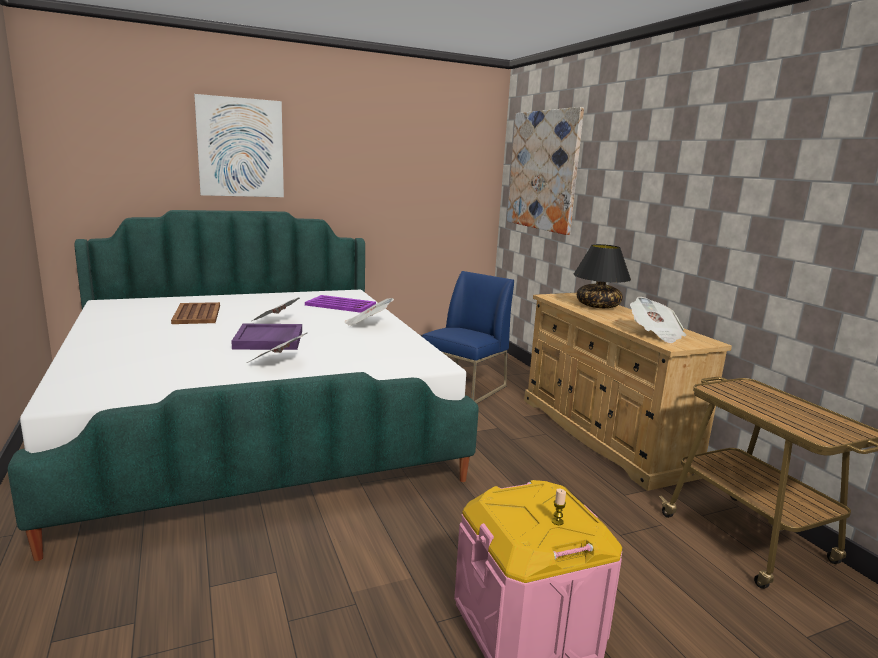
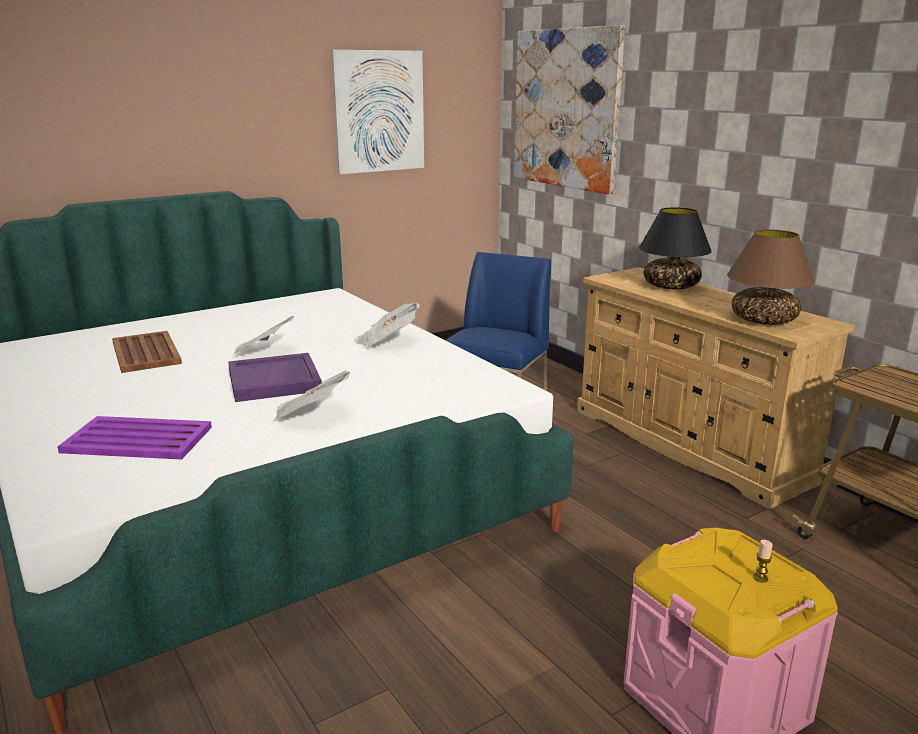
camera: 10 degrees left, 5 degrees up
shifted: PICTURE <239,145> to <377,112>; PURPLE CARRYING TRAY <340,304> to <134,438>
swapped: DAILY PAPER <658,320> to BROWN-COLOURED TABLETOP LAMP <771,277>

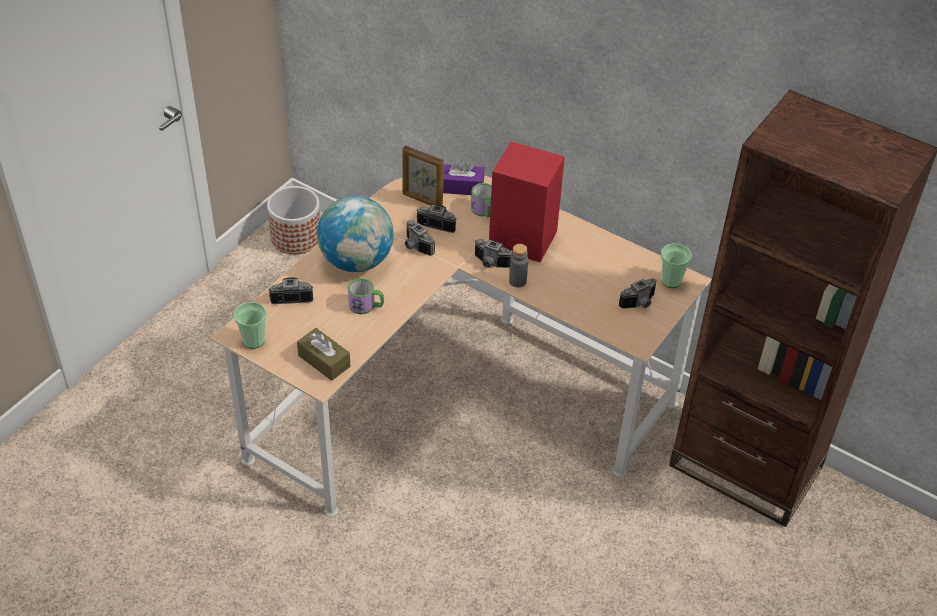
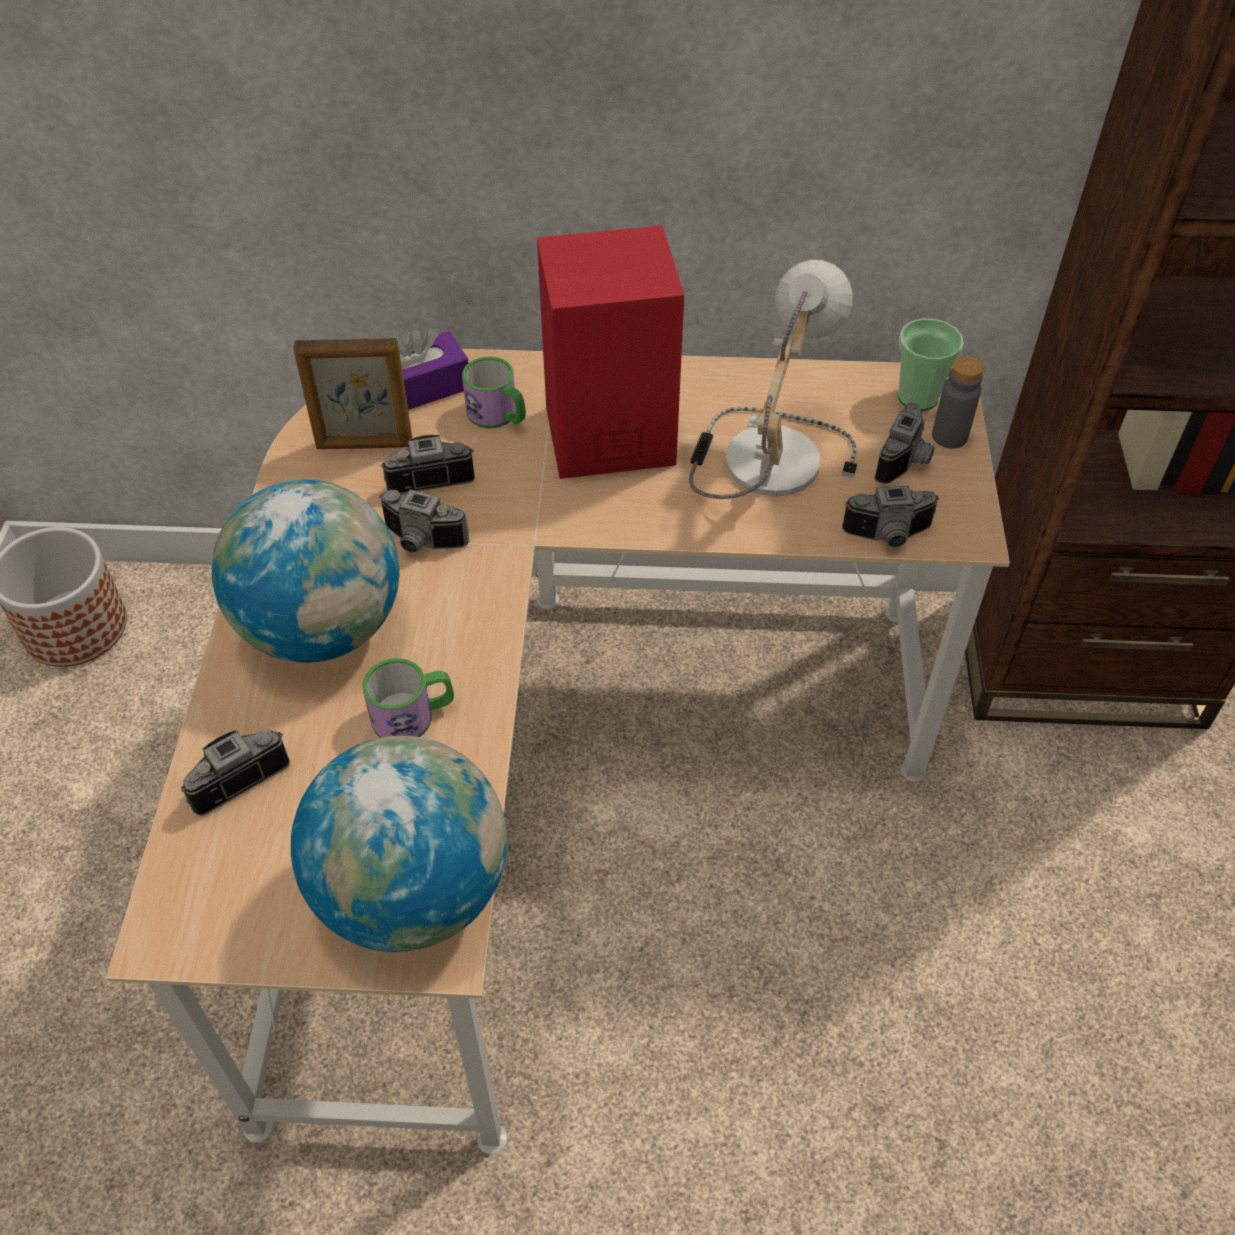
camera: 30 degrees left, 5 degrees up
gone: DRINKING CUP <250,325>
new: TABLETOP LAMP <773,379>
shifted: STILL CAMERA <493,253> to <891,516>; GREY DRINK BOTTLE <518,265> to <958,402>
swapped: BROWN-COLOURED TISSUE BOX <323,354> to WORLD GLOBE <399,844>

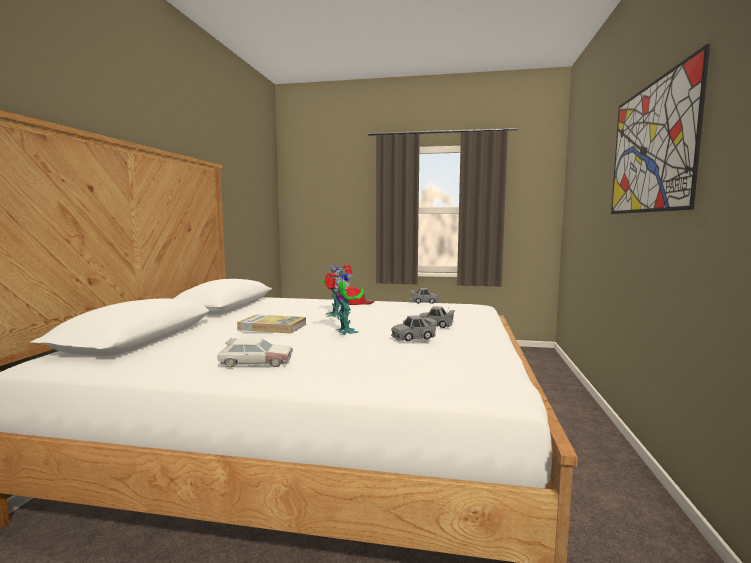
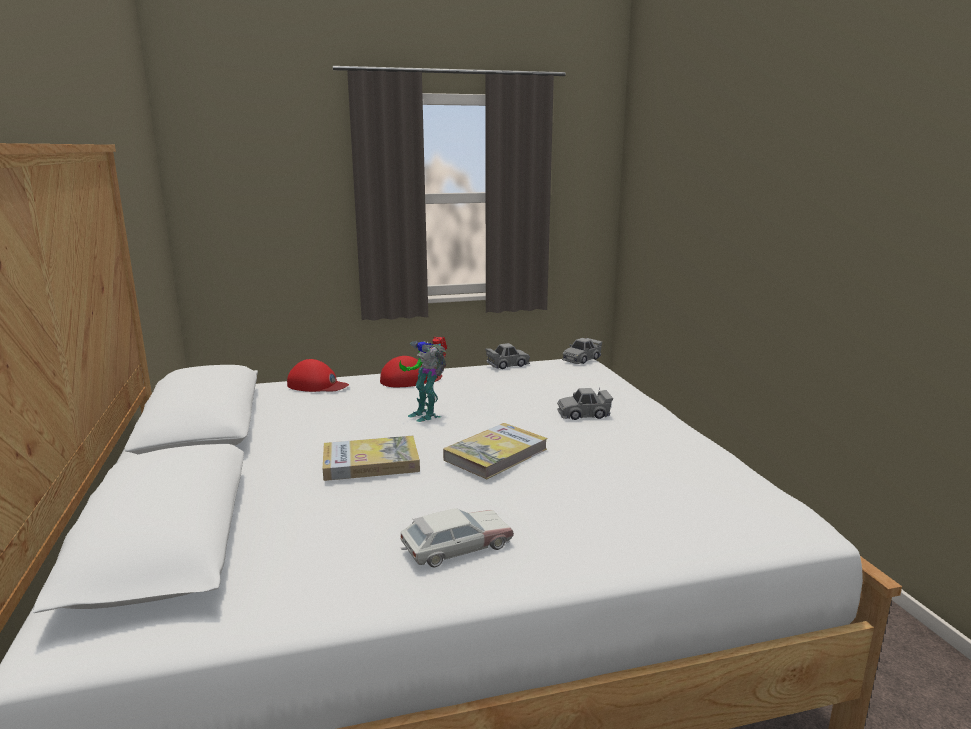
camera: 25 degrees left, 10 degrees up
gone: PICTURE <660,129>
new: REDDISH BASEBALL CAP <318,375>
shifted: GREY MINIATURE CAR <414,328> to <582,350>
swapped: MODEL ROBOT <343,303> to BOUND BOOK <495,451>

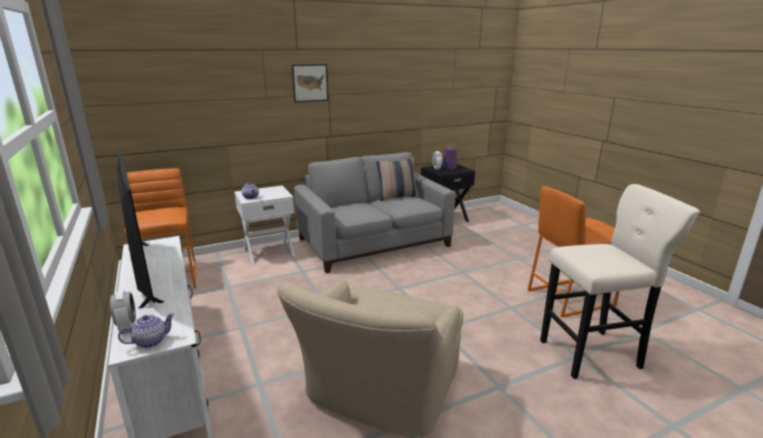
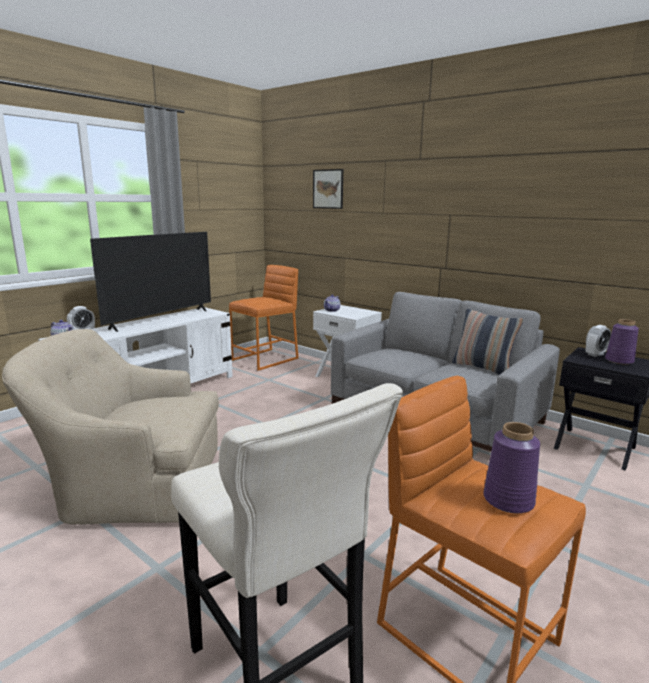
camera: 65 degrees right, 5 degrees down
new: PURPLE FLOWER VASE <511,467>
shifted: PICTURE <310,83> to <328,189>

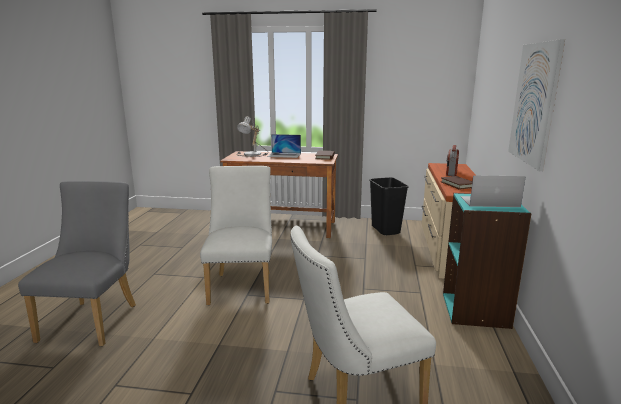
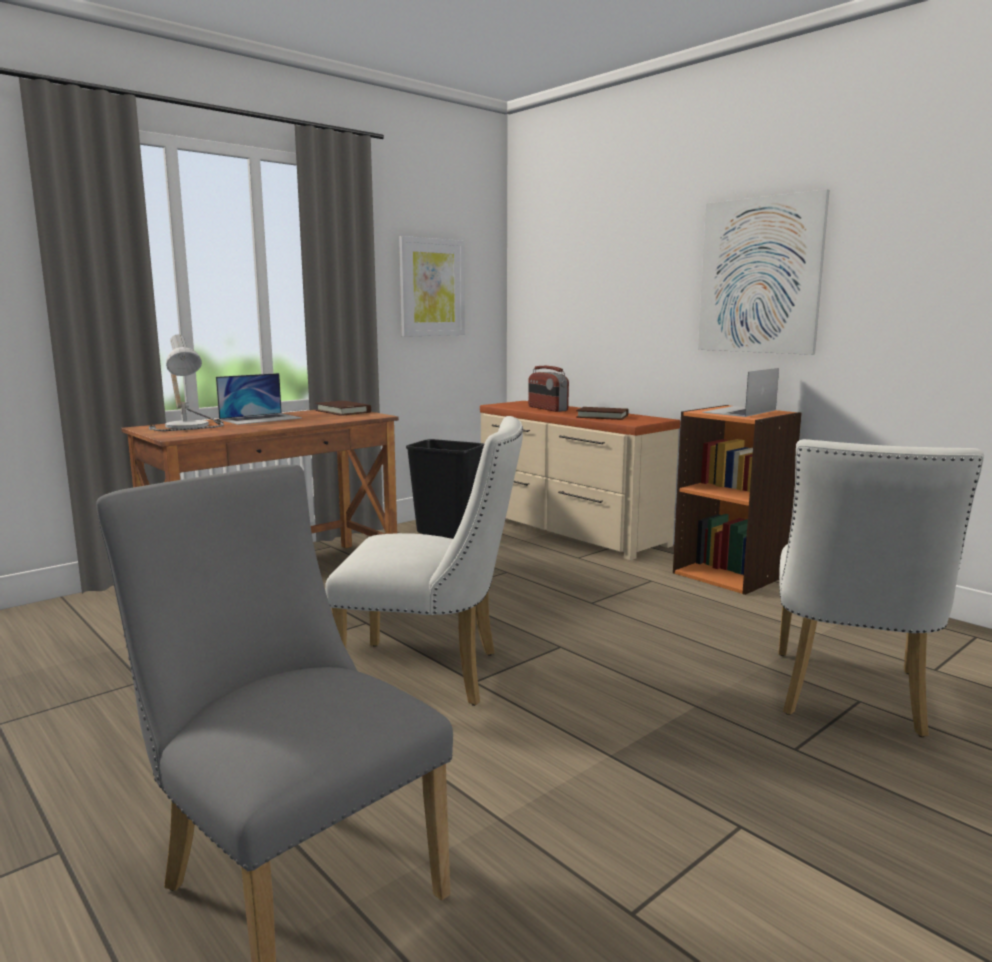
camera: 50 degrees left, 5 degrees down
new: PICTURE <432,286>
repainted: BLUE-GREEN BOOKSHELF <487,261> to ORANGE BOOKSHELF <737,500>
rotated: WHITISH PLAIN CHAIR <236,235> = <424,561> 150 degrees clockwise

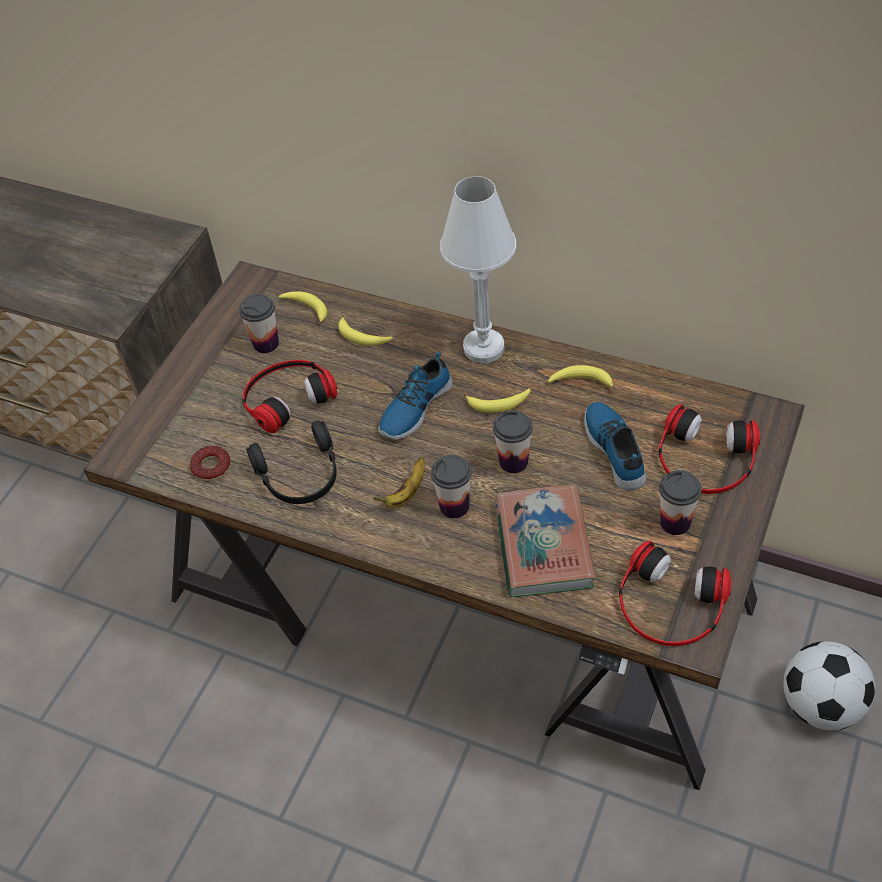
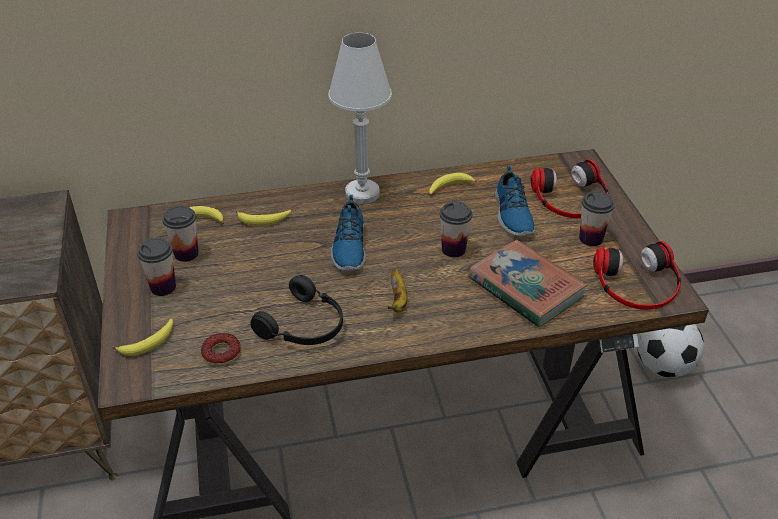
camera: 40 degrees left, 10 degrees down
gone: PAIR OF HEADPHONES <289,396>
shifted: BANANA FRUIT <497,400> to <142,337>; DRINKING CUP <451,486> to <156,267>
rotated: LOW SHOE <615,446> = <515,201> 135 degrees counterclockwise

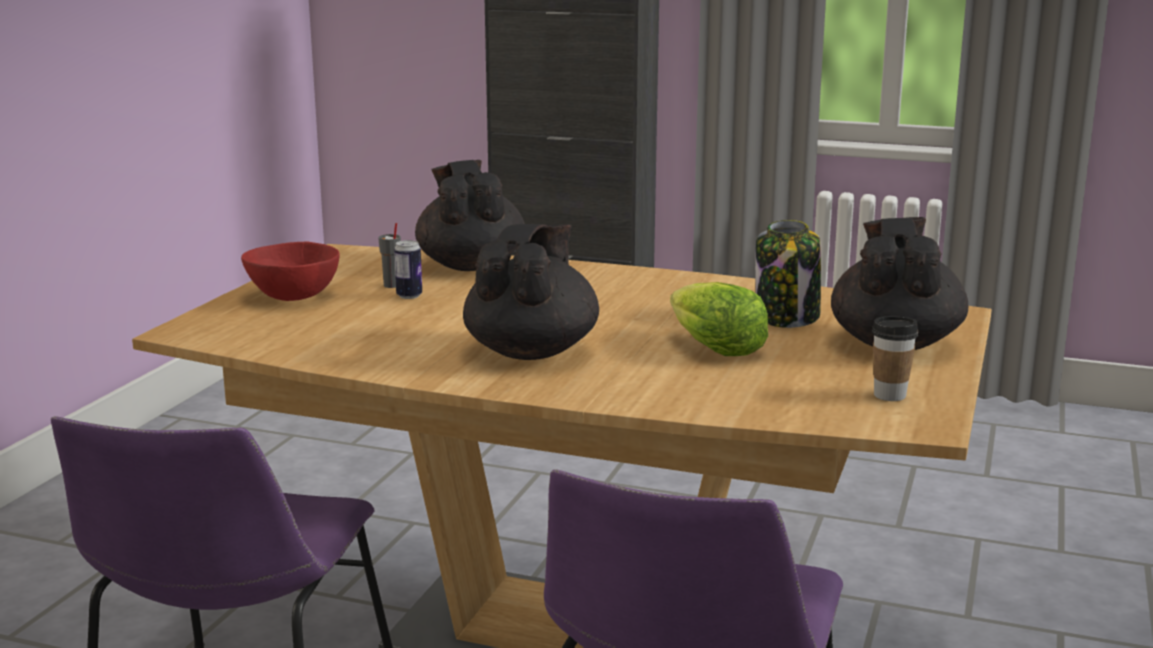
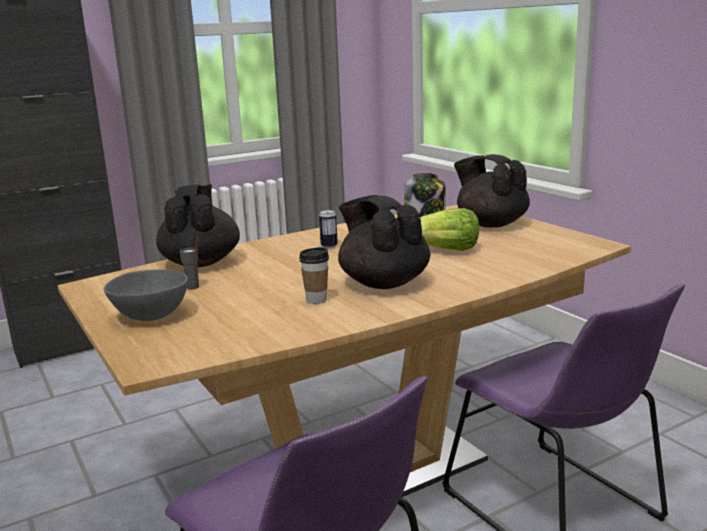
camera: 50 degrees left, 0 degrees up
shifted: METAL CAN <408,269> to <328,229>; DRINKING CUP <895,358> to <314,275>
repainted: REDDISH DEEP DISH <290,271> to GREY DEEP DISH <146,295>
rotated: BLACK TEAPOT <470,215> = <198,225> 60 degrees clockwise

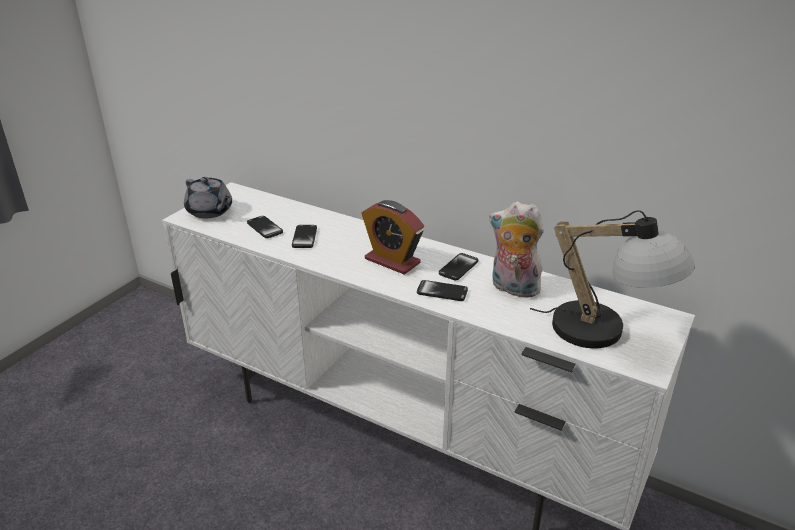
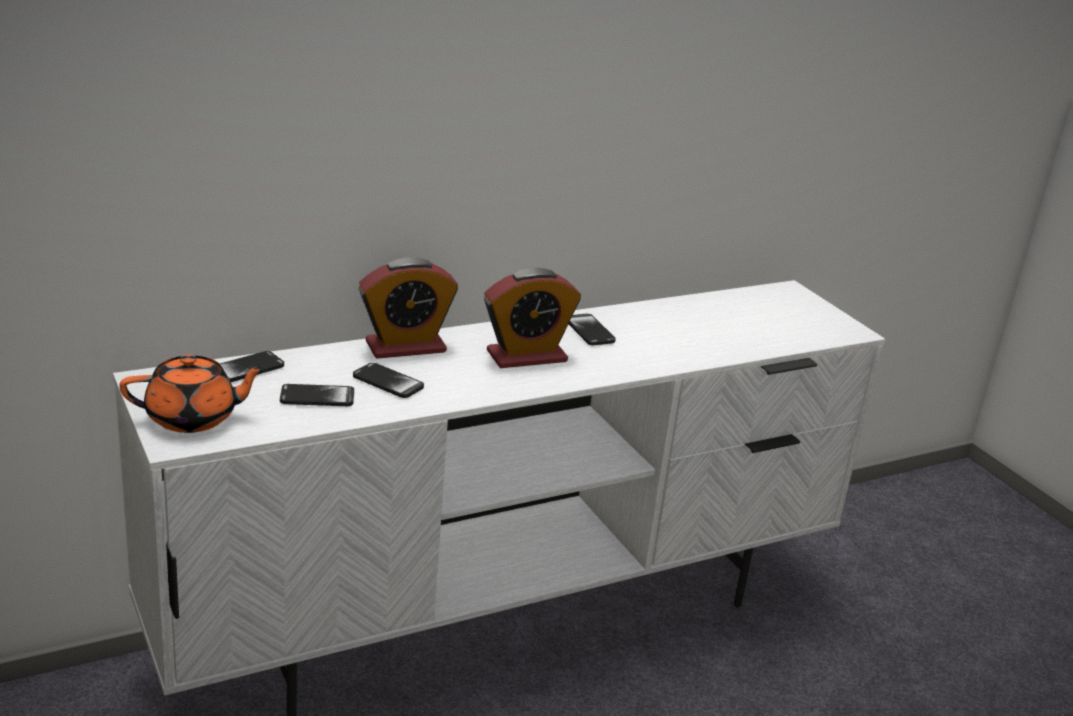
camera: 60 degrees left, 5 degrees down
gone: CUDDLY TOY <516,249>; TABLETOP LAMP <612,279>
new: BEDSIDE CLOCK <408,308>
shifted: PHONE <442,290> to <252,366>
repainted: GREY TEAPOT <208,198> to ORANGE TEAPOT <193,394>

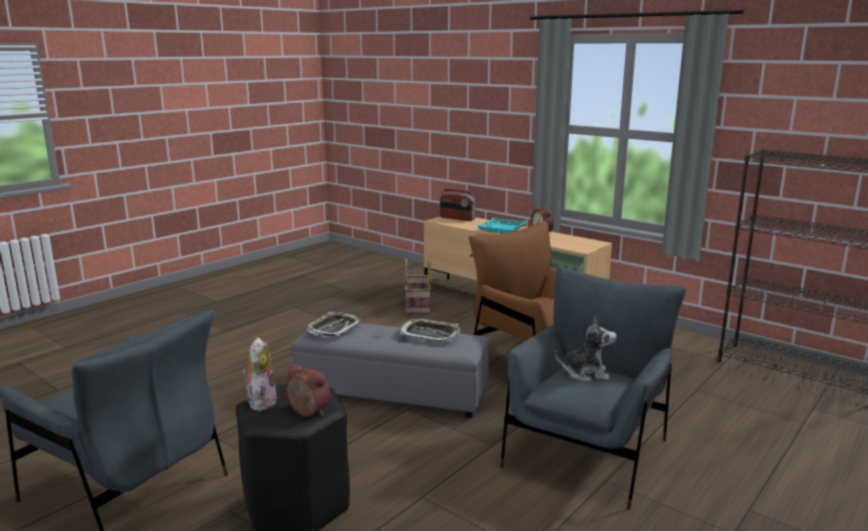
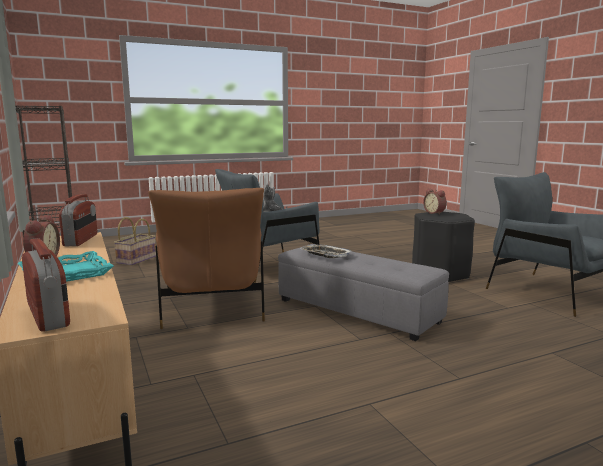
camera: 155 degrees left, 5 degrees down
gone: CARRYING TRAY <334,324>; CUDDLY TOY <259,374>
new: RADIO SET <78,220>
shifted: HOUSEHOLD BASKET <418,286> to <135,241>

